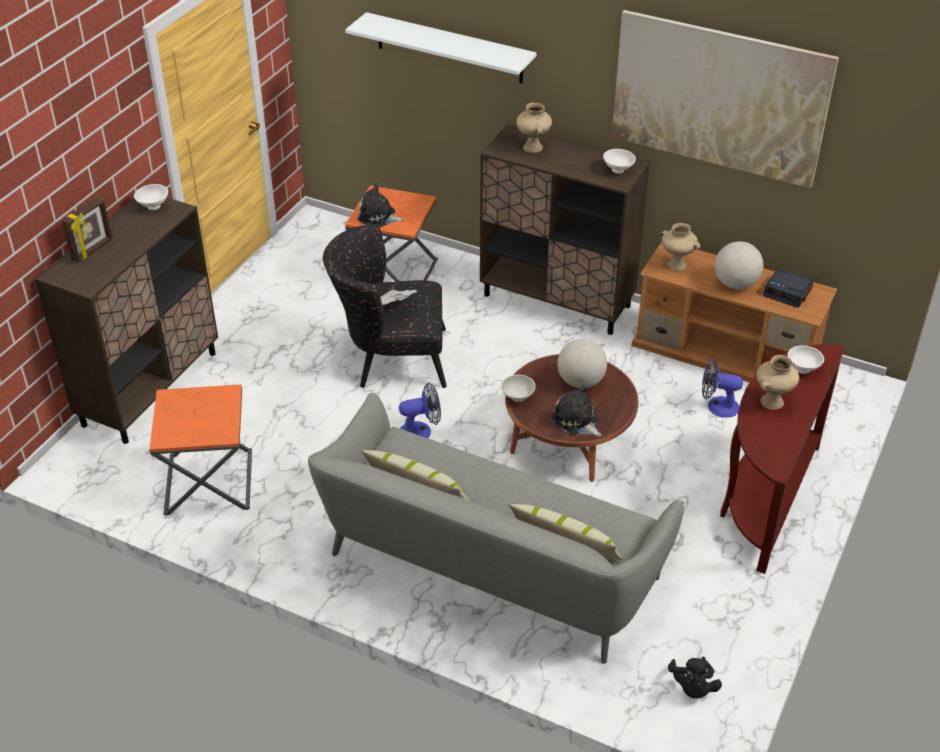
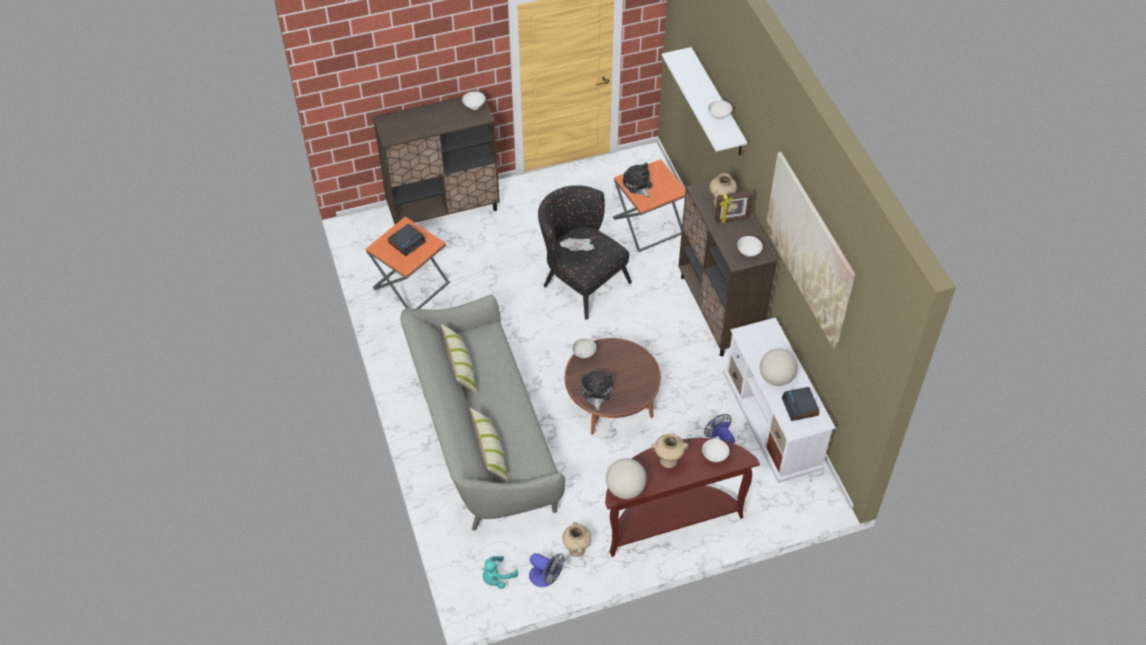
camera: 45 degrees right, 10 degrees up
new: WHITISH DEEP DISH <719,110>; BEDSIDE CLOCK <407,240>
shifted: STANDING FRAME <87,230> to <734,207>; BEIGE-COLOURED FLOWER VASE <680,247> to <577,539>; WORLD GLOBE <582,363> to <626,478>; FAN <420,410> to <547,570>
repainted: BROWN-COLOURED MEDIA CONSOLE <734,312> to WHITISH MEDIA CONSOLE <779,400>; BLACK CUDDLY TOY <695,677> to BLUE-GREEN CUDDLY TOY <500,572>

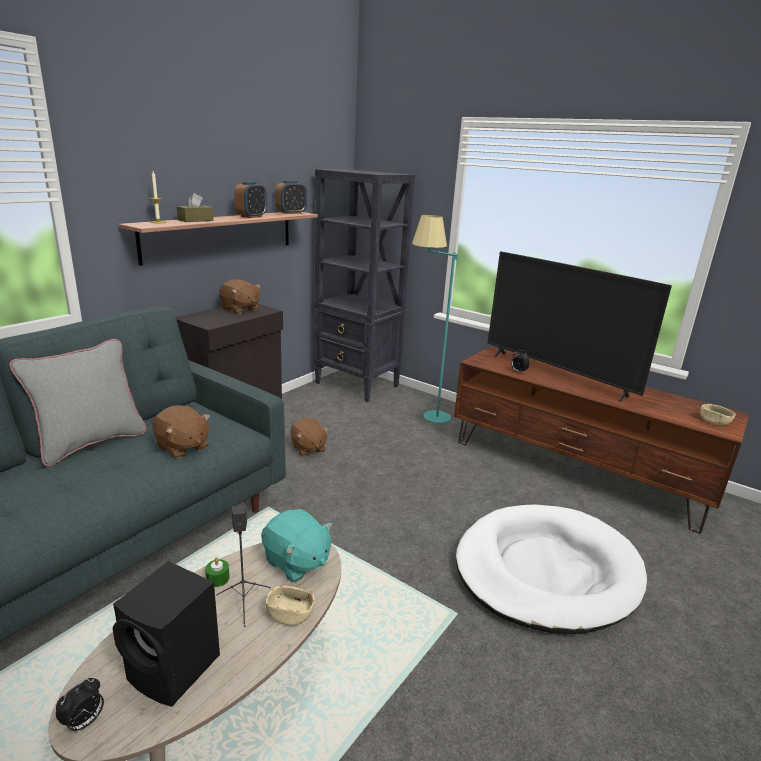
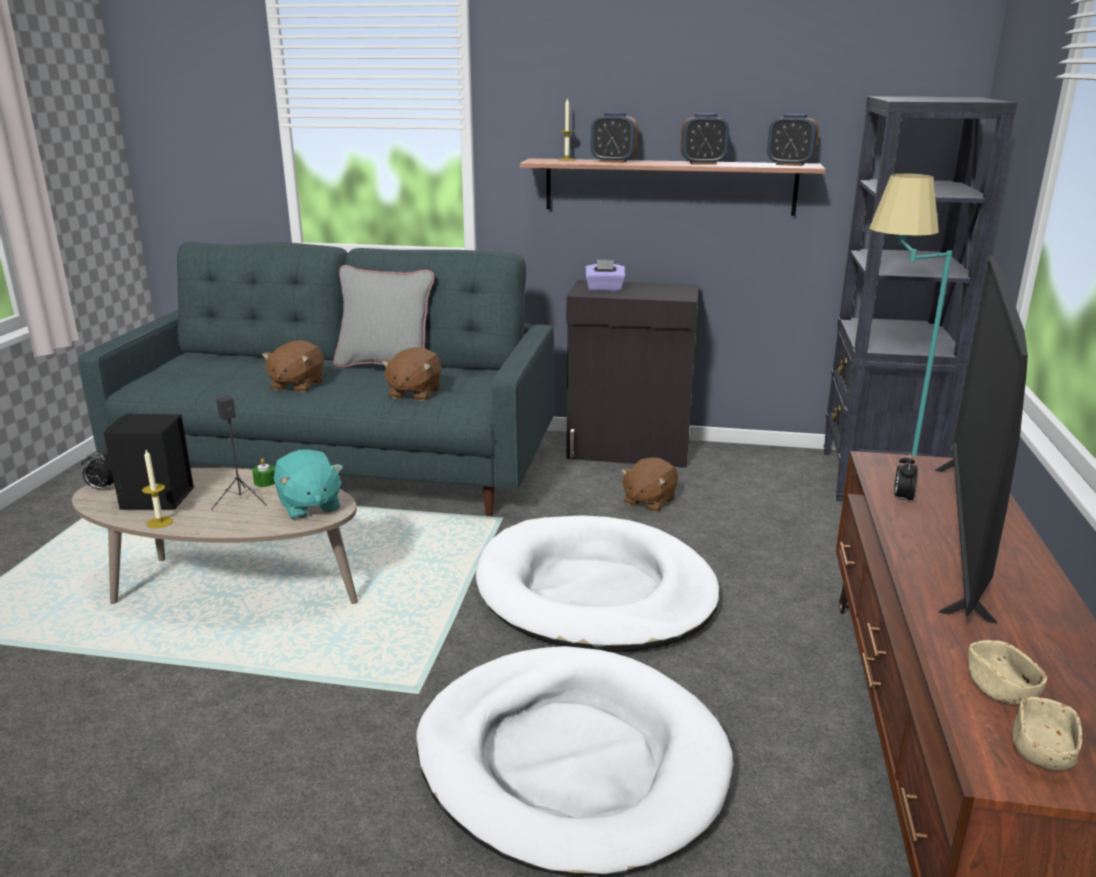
camera: 65 degrees right, 0 degrees up
new: PURPLE TISSUE BOX <605,275>; WAX CANDLE <157,489>; WHITISH DOG BED <598,583>
shifted: BROWN-COLOURED CUDDLY TOY <240,296> to <293,366>; BEIGE-COLOURED DEEP DISH <290,606> to <1007,672>
swapped: BROWN-COLOURED TISSUE BOX <195,207> to BEDSIDE CLOCK <614,137>
rotated: BLUE-GREEN CUDDLY TOY <297,545> = <308,484> 45 degrees counterclockwise

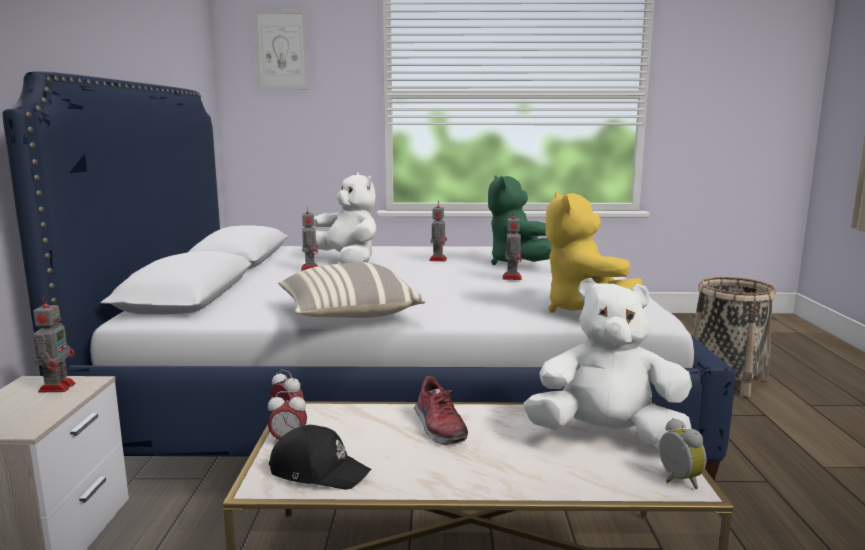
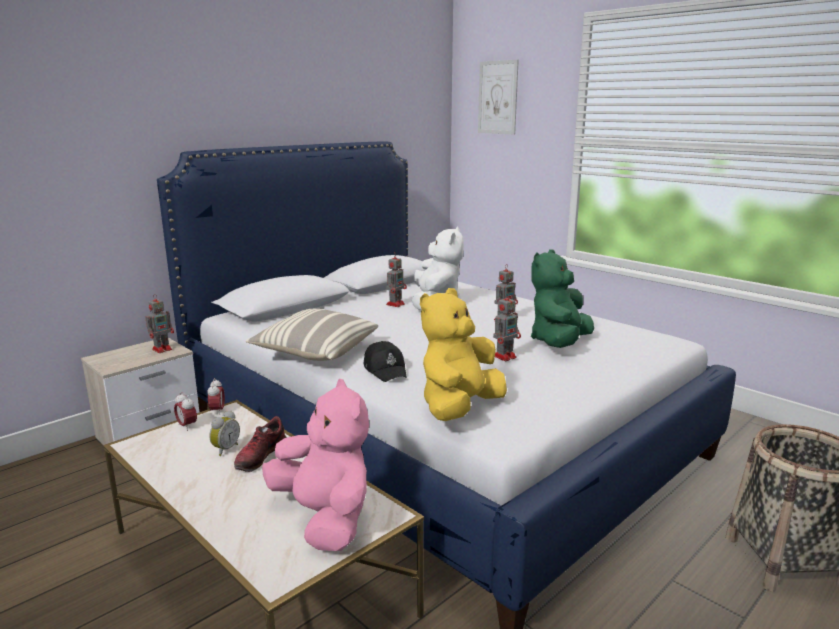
camera: 45 degrees right, 5 degrees up
shifted: BEDSIDE CLOCK <682,453> to <224,433>; BLACK BASEBALL CAP <320,457> to <385,361>
repainted: WHITISH CUDDLY TOY <608,363> to PINKISH CUDDLY TOY <315,465>

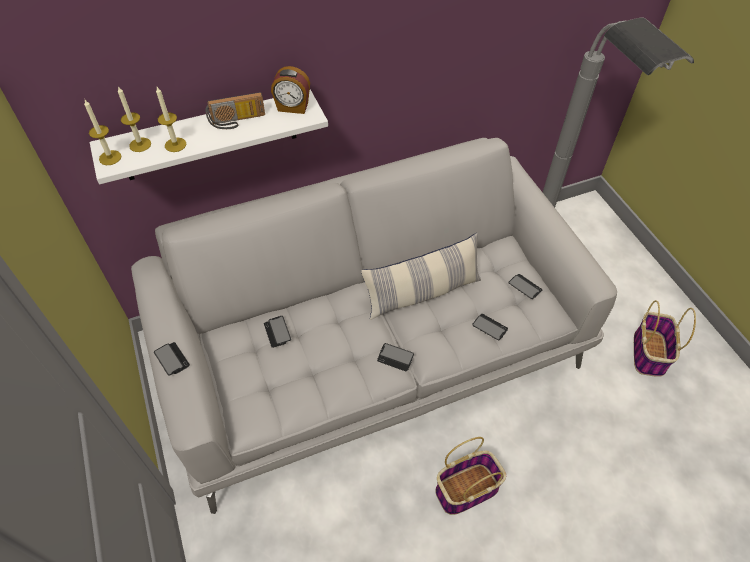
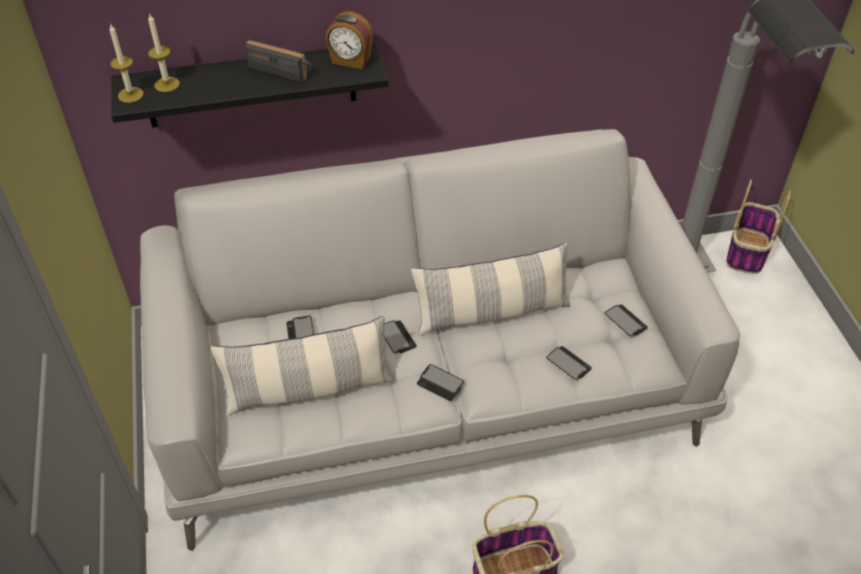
camera: 10 degrees right, 5 degrees down
gone: WAX CANDLE <171,119>
new: THROW PILLOW <302,366>
shifted: HOUSEHOLD BASKET <665,338> to <758,226>; PHONE <172,359> to <400,336>
repainted: WHITISH WALL SHELF <209,137> to BLACK WALL SHELF <250,85>
rotated: RADIO SET <235,110> = <278,61> 150 degrees counterclockwise

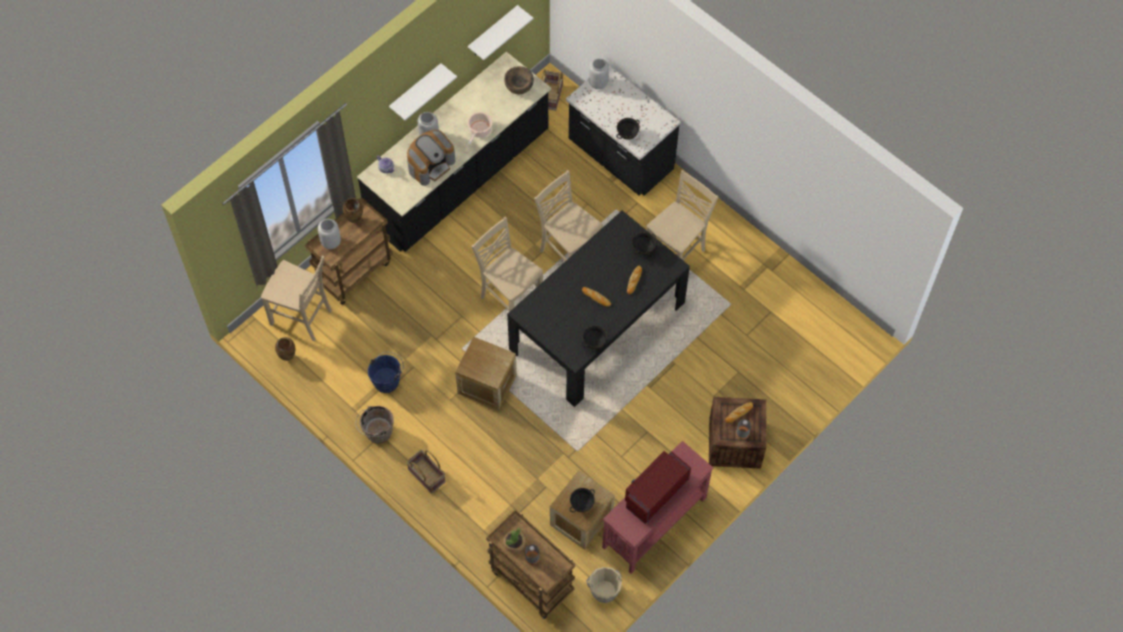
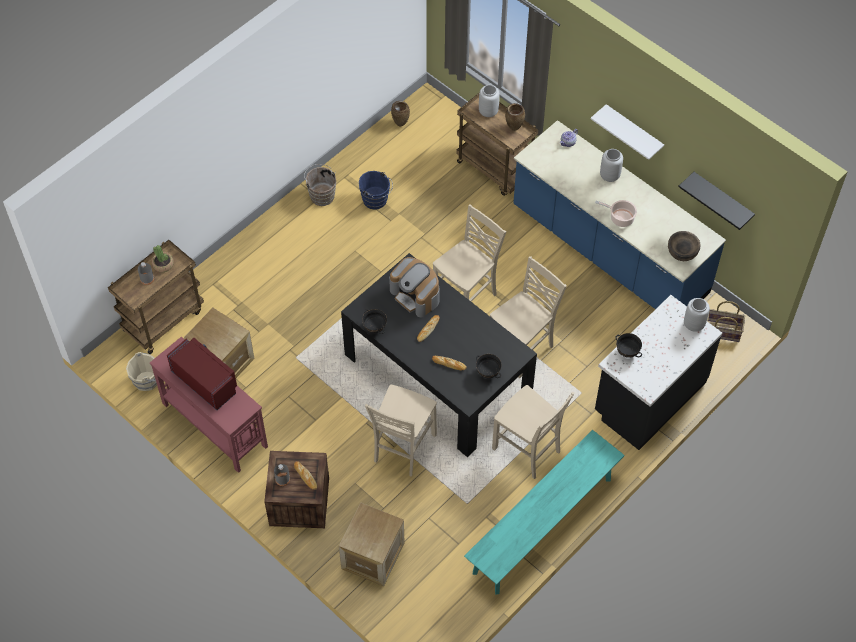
camera: 90 degrees right, 5 degrees down
gone: HOUSEHOLD BASKET <426,471>; BLACK DEEP DISH <582,500>
new: BLUE-GREEN BENCH <544,512>
shifted: COFFEE BREWER <431,158> to <414,287>; BEIGE-COLOURED PLAIN CHAIR <296,298> to <401,430>; PACKING CRATE <486,373> to <372,544>
repainted: WHITISH WALL SHELF <501,32> to BLACK WALL SHELF <716,201>; BLACK KITCHEN COUNTER <454,152> to BLUISH KITCHEN COUNTER <619,214>

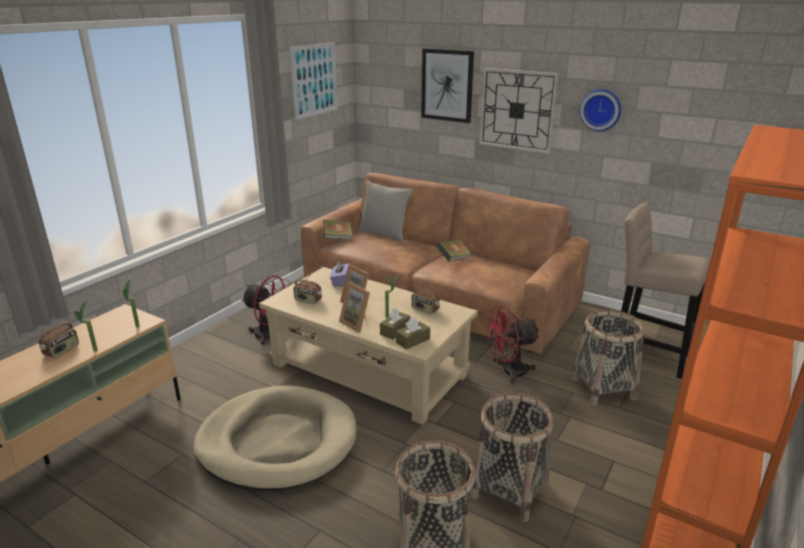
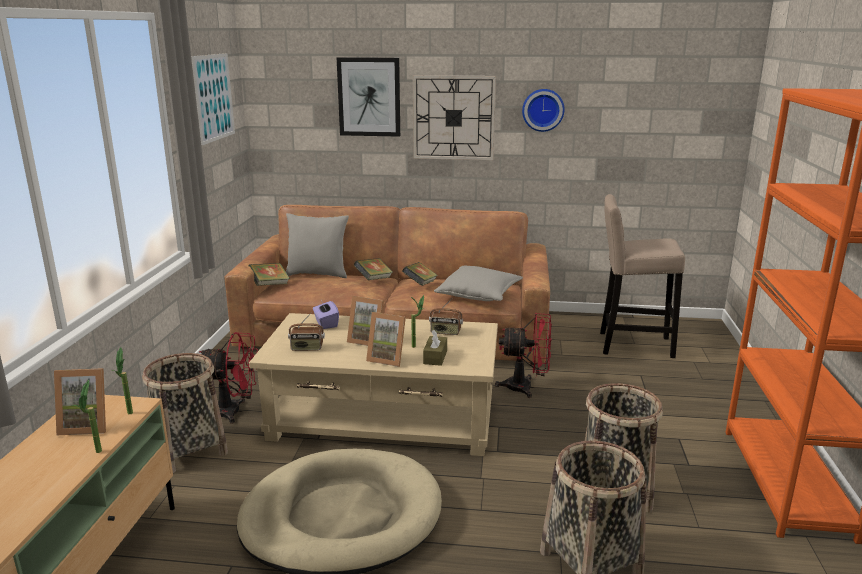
camera: 25 degrees left, 5 degrees down
gone: RADIO SET <58,337>; BROWN-COLOURED TISSUE BOX <413,333>
new: BOUND BOOK <373,269>; GREY THROW PILLOW <478,283>; STANDING FRAME <80,401>
shifted: HOUSEHOLD BASKET <607,358> to <185,413>
rotated: REDDISH FAN <512,345> = <523,355> 135 degrees counterclockwise

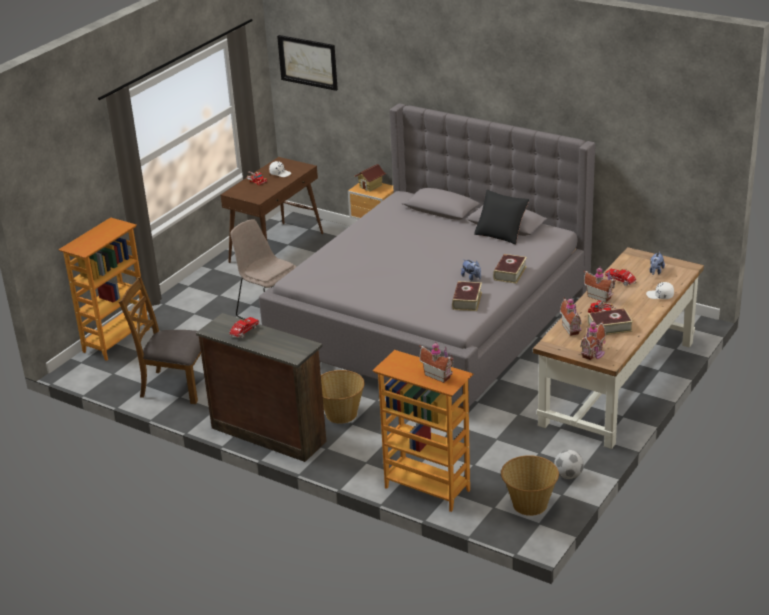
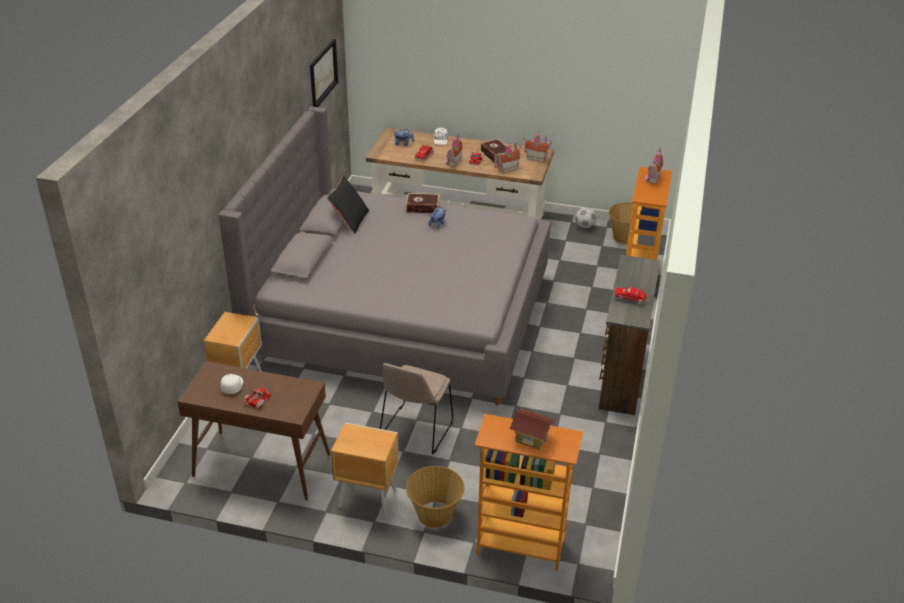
camera: 110 degrees left, 5 degrees up
gone: BROWN-COLOURED PLAIN CHAIR <160,340>; BOUND BOOK <467,296>
new: BROWN-COLOURED NIGHT TABLE <364,469>
shifted: PICTURE <307,63> to <324,73>; MINIATURE HOUSE <370,177> to <532,429>; HOUSEHOLD BASKET <343,397> to <435,497>

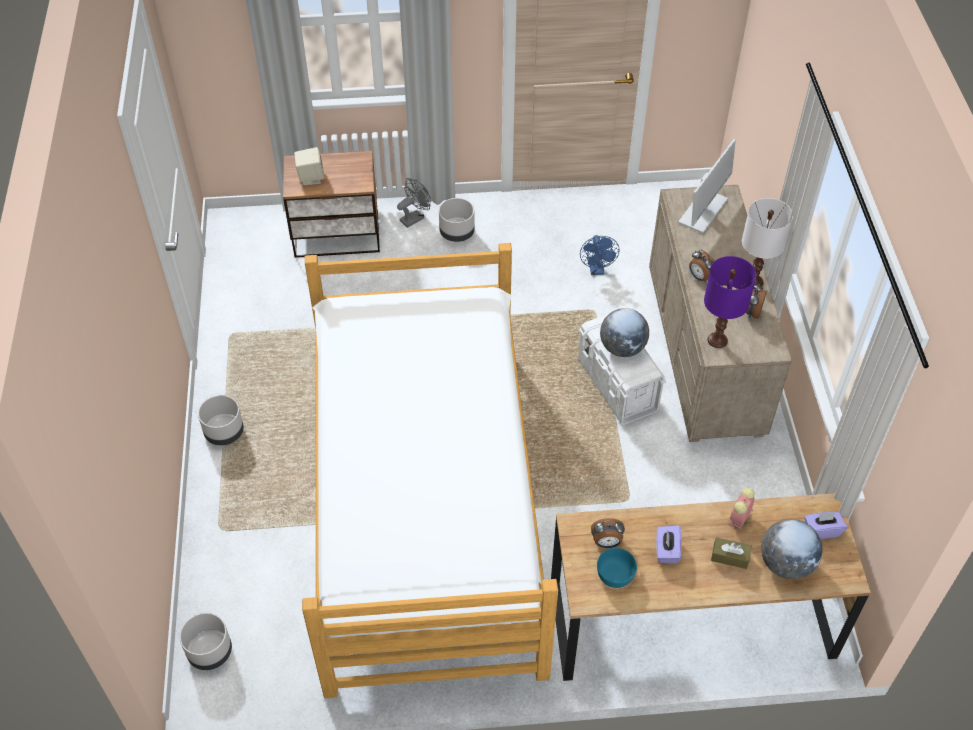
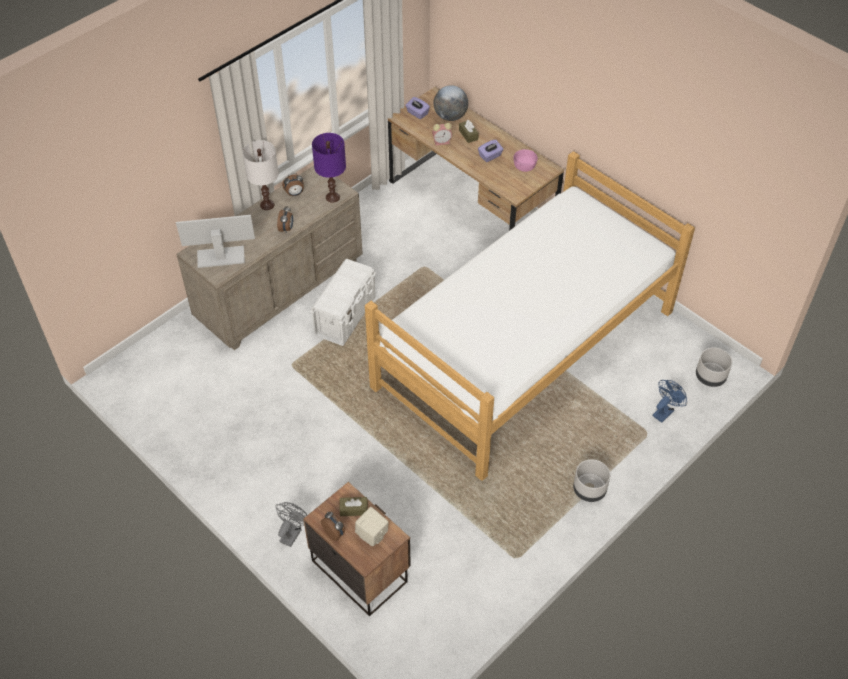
camera: 130 degrees left, 0 degrees up
gone: GREY FLOWER POT <457,220>; WORLD GLOBE <624,332>
new: BROWN-COLOURED TISSUE BOX <353,506>
shifted: BLUISH FAN <599,255> to <670,401>; BEDSIDE CLOCK <608,533> to <333,526>
repainted: BLUE-GREEN DEEP DISH <617,568> to PINKISH DEEP DISH <525,160>
rotated: GREY FAN <414,203> = <291,524> 105 degrees clockwise

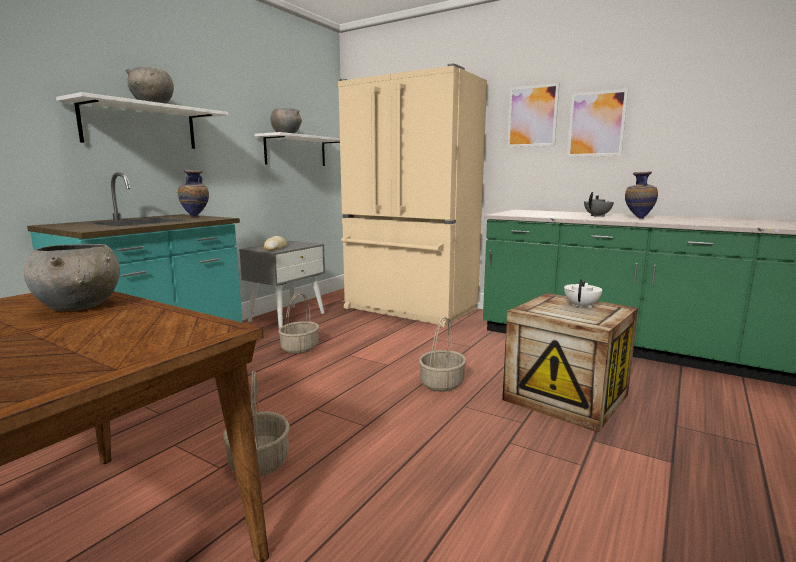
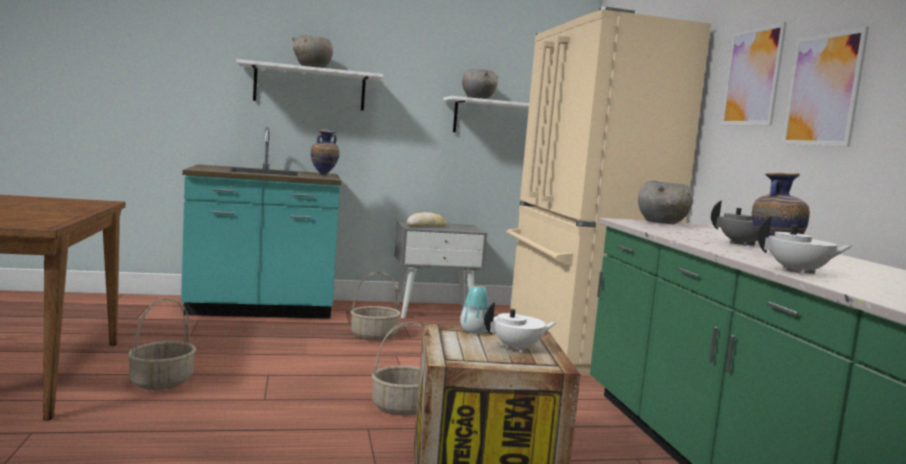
camera: 45 degrees right, 5 degrees down
new: WHITISH TEAPOT <805,245>; FLOWER VASE <474,310>
shifted: GREY DEEP DISH <72,277> to <665,202>

